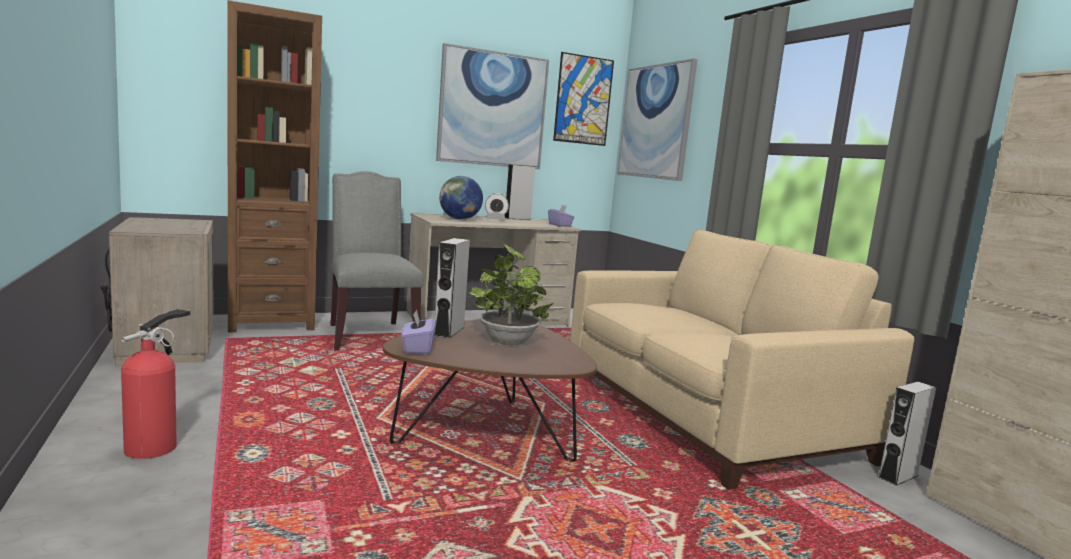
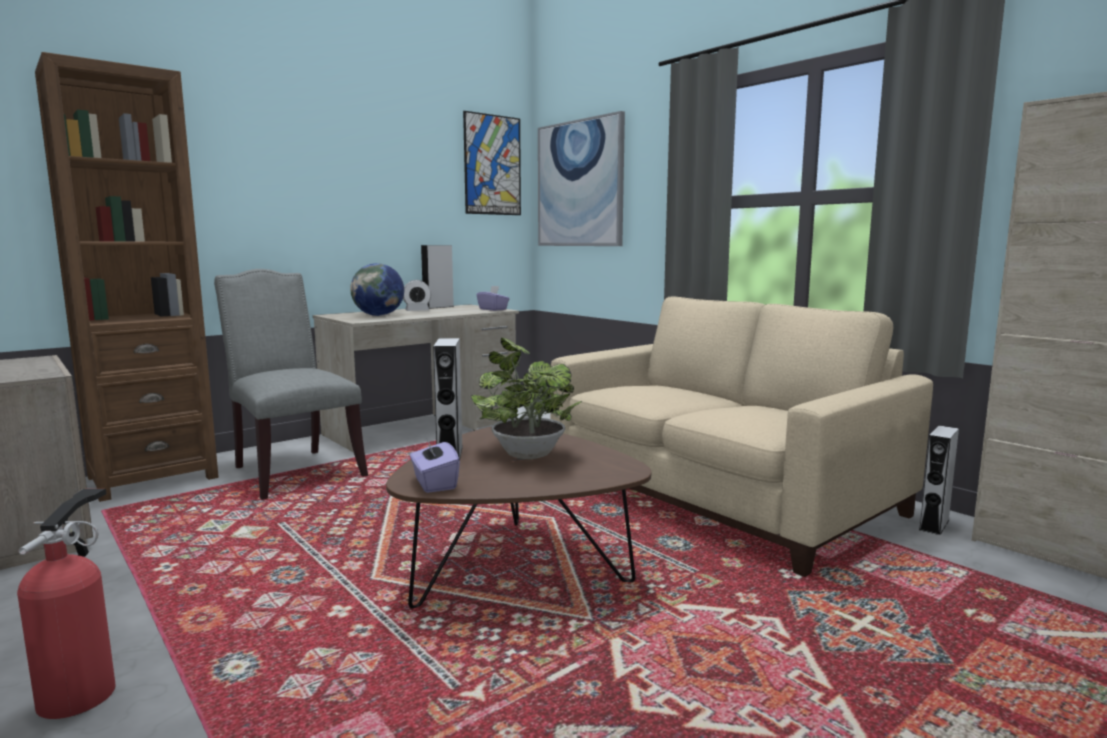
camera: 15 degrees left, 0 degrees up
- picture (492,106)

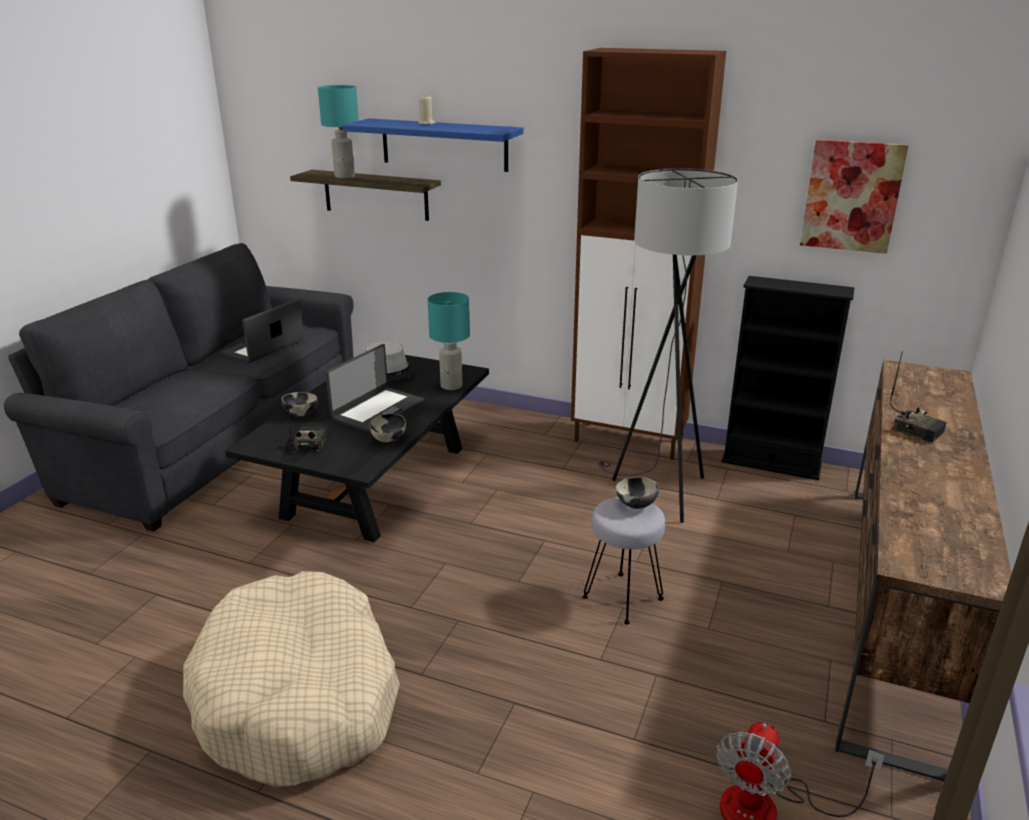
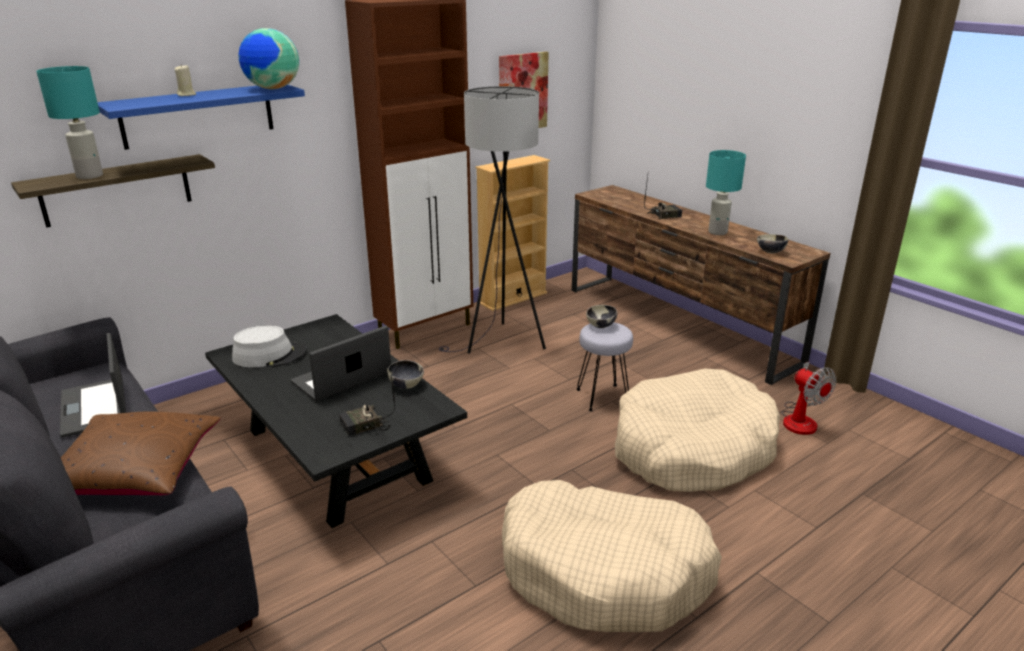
camera: 60 degrees left, 0 degrees up
~ bowl (300,404) to (773,243)
~ radio (307,427) = (367,399) 60 degrees counterclockwise
~ laptop (374,388) = (341,363) 105 degrees counterclockwise
~ turquoise table lamp (449,341) to (726,192)
~ black bookcase (788,378) to beige bookcase (513,233)
+ brown pillow (141,453)
+ globe (268,58)
+ beige dog bed (697,430)

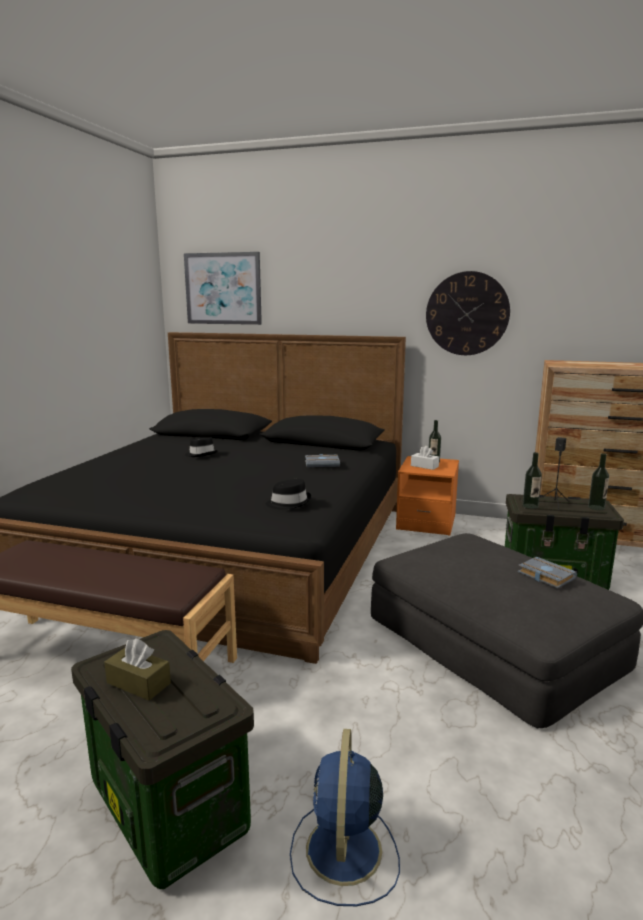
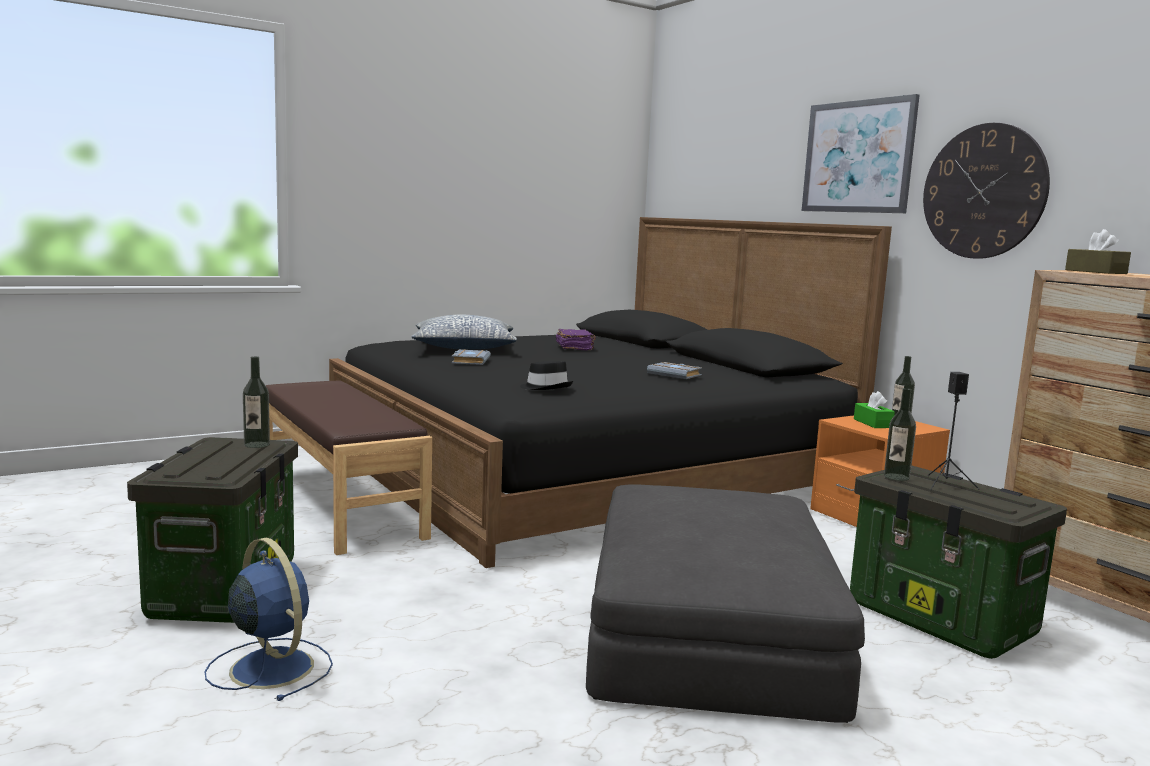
camera: 40 degrees right, 5 degrees down
~ brown tissue box (137,669) to (1098,251)
~ picture (223,288) to (861,153)
~ black hat (201,447) to purple book (576,339)
~ blue fan (345,817) = (269,619) 90 degrees clockwise
~ white tissue box (425,458) to green tissue box (874,409)
~ grey book (547,572) to (471,357)
~ bottle (598,481) to (256,402)
+ pillow (464,332)

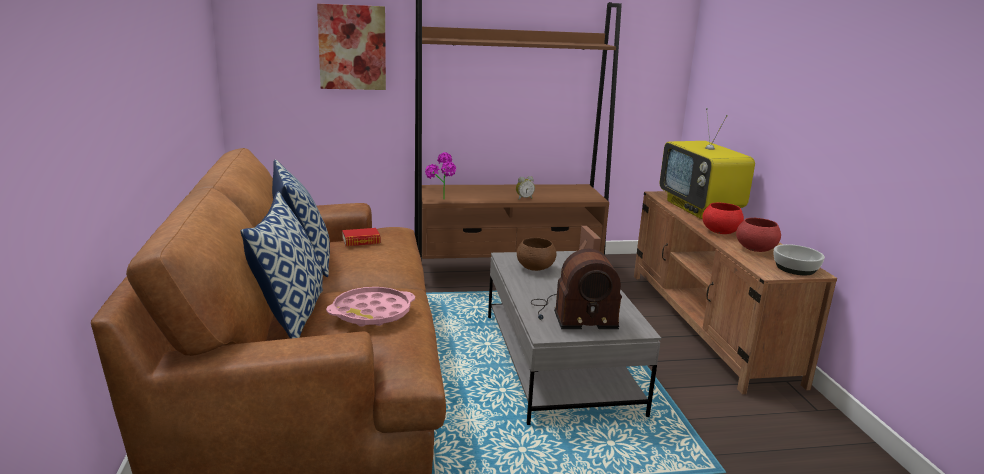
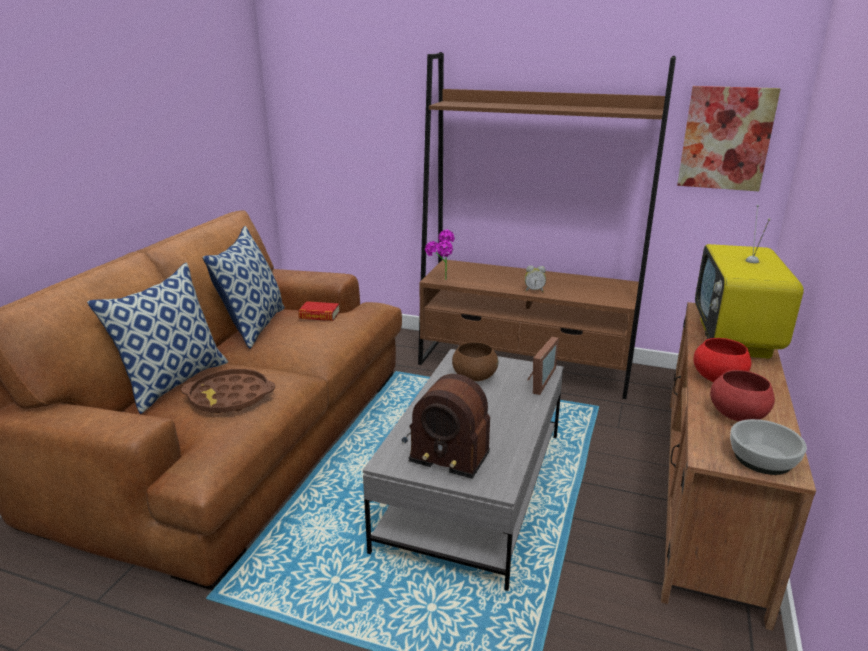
camera: 30 degrees right, 5 degrees up
~ picture (351,47) to (729,138)
~ pink tray (370,307) to brown tray (228,391)

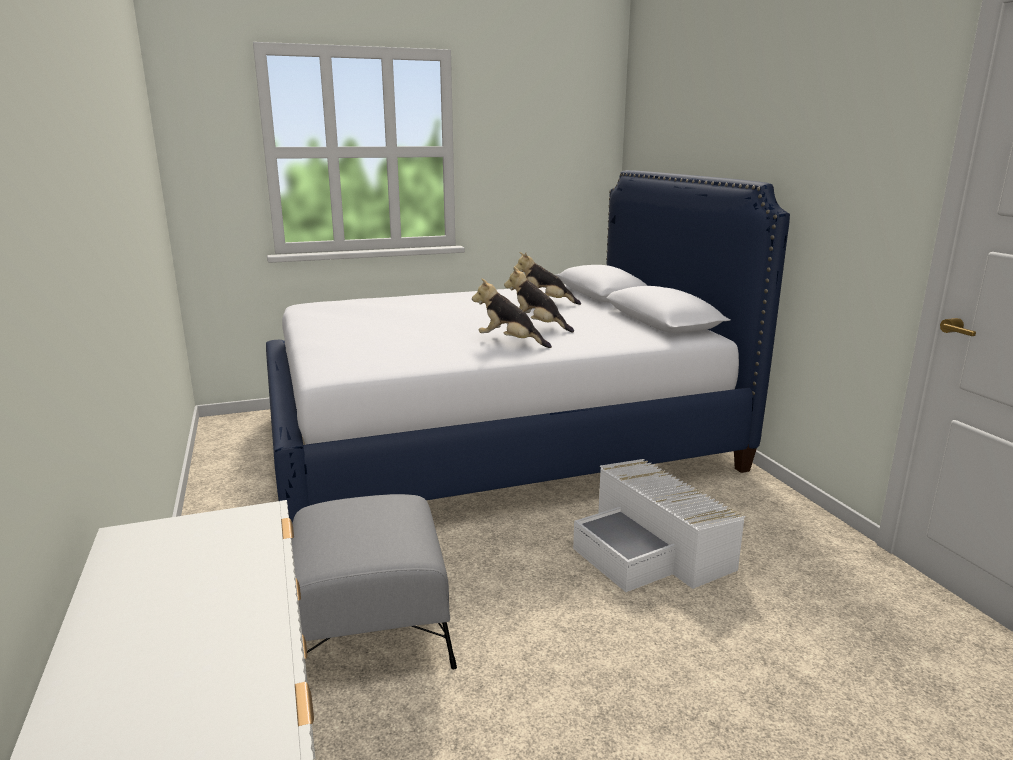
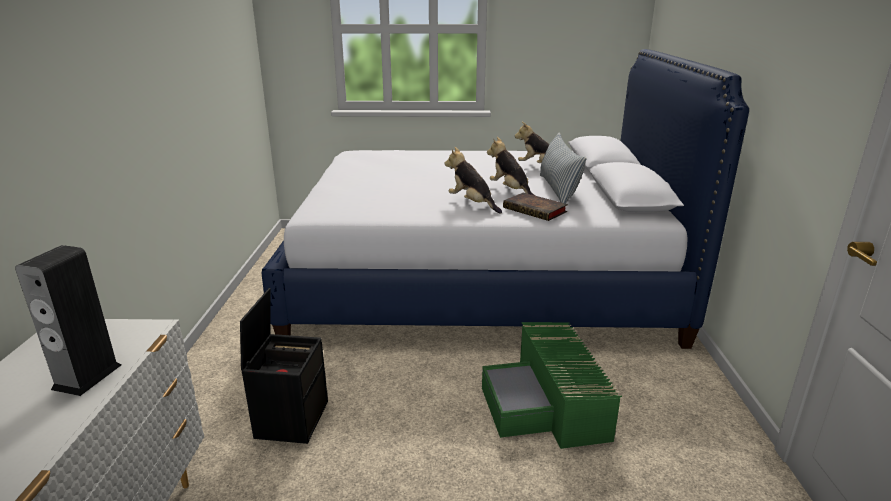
camera: 20 degrees right, 5 degrees up
~ grey ottoman (374,581) to black storage box (284,366)
~ white storage box (659,525) to green storage box (552,385)
+ speaker (68,320)
+ book (535,206)
+ pillow (563,168)

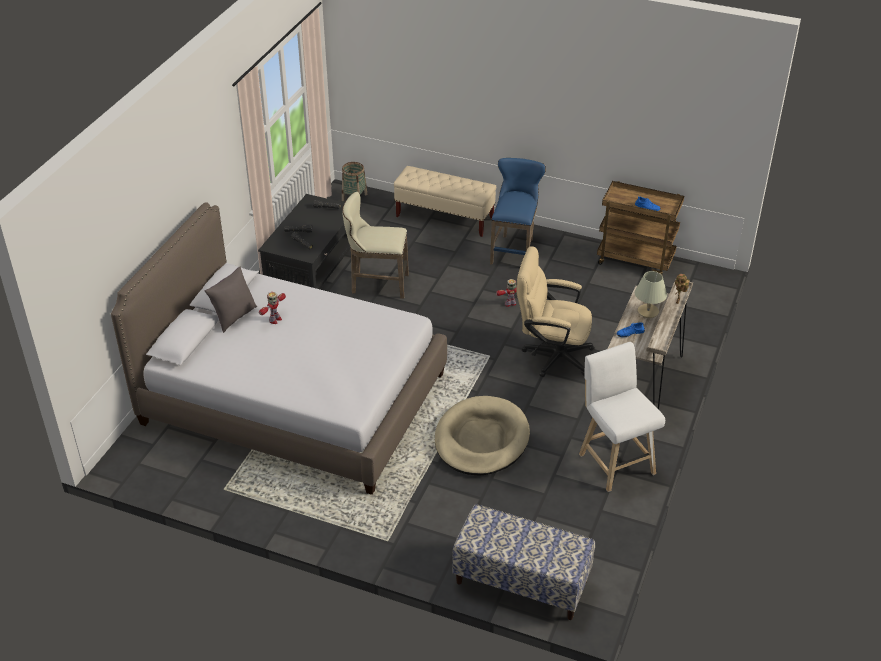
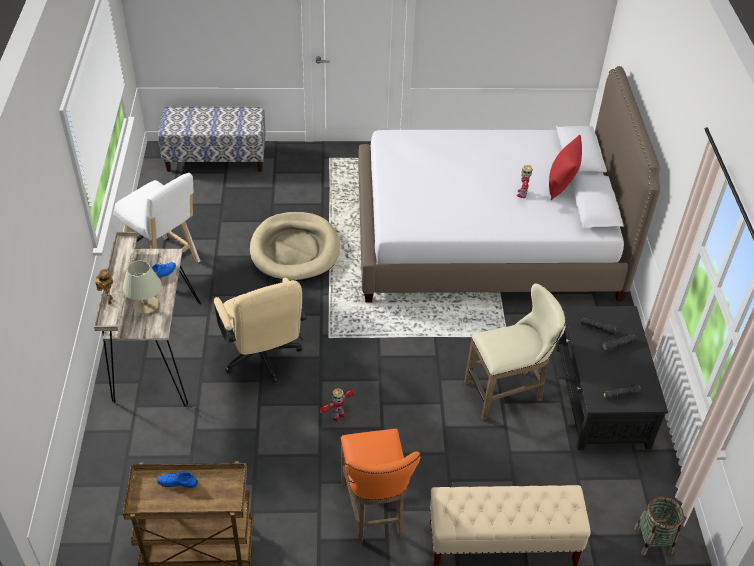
camera: 155 degrees right, 5 degrees up
~ grey pillow (231,300) to red pillow (565,167)
~ blue stool (518,211) to orange stool (381,486)
~ beige office chair (556,311) = (260,330) 75 degrees clockwise

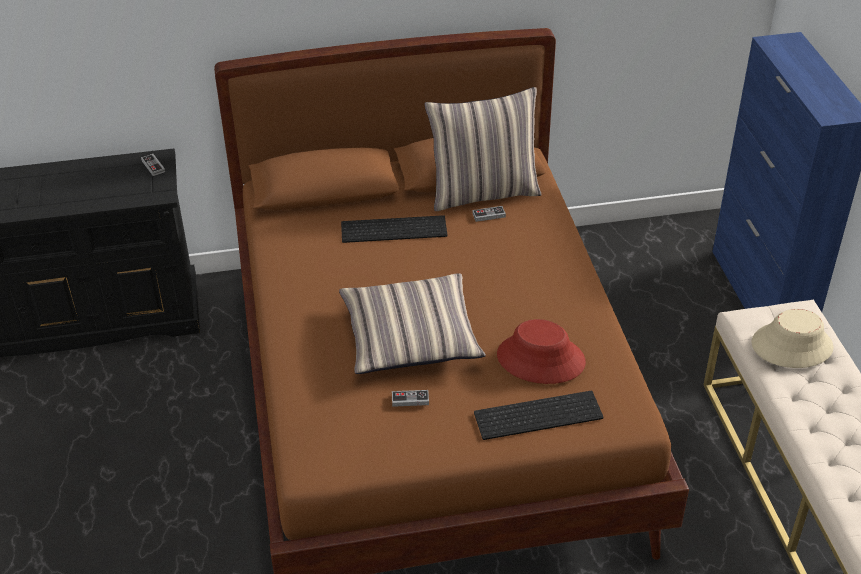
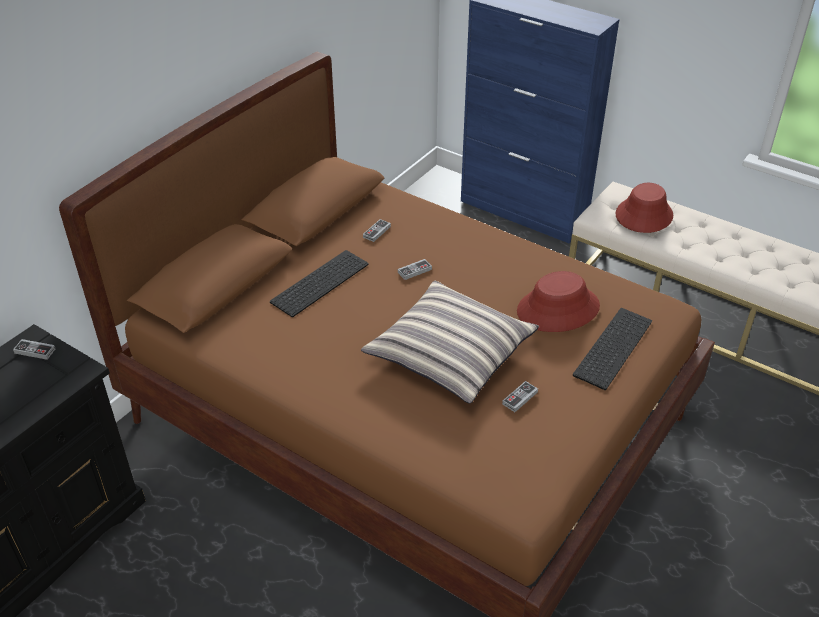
camera: 45 degrees left, 0 degrees up
- pillow (483,149)
~ beige hat (792,338) to red hat (644,208)
+ game controller (415,269)

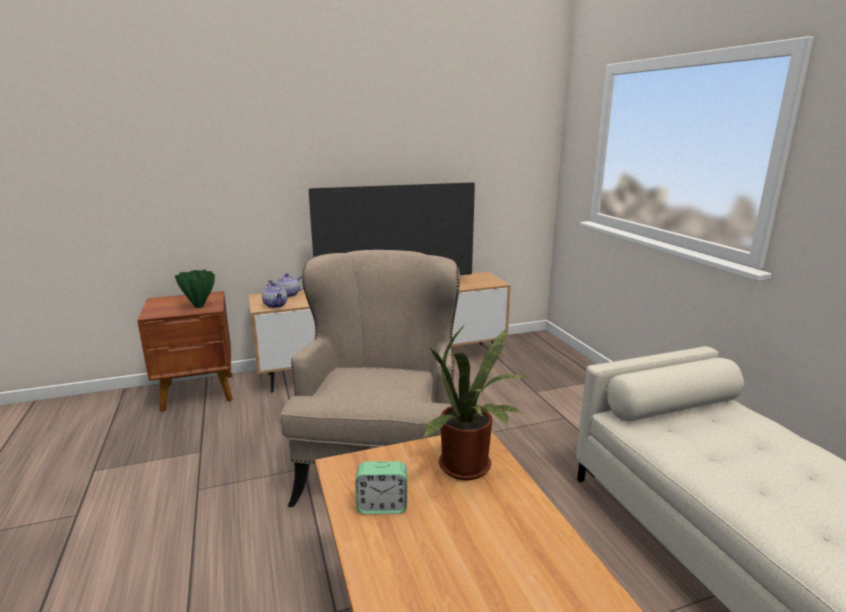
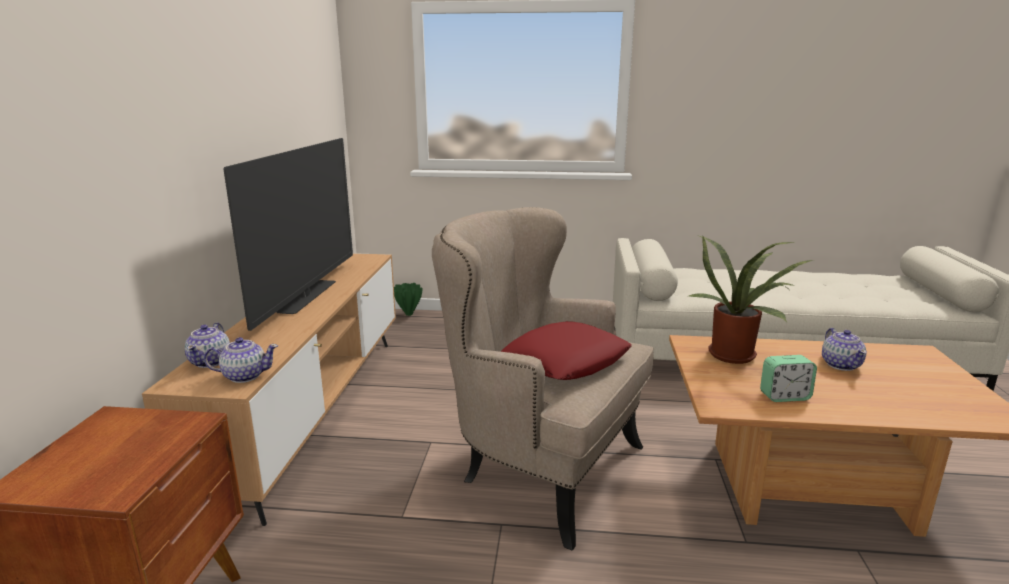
camera: 65 degrees left, 0 degrees up
~ green vase (195,289) to (408,299)
~ alarm clock (381,487) = (788,378) 60 degrees clockwise
+ red pillow (566,350)
+ teapot (844,349)

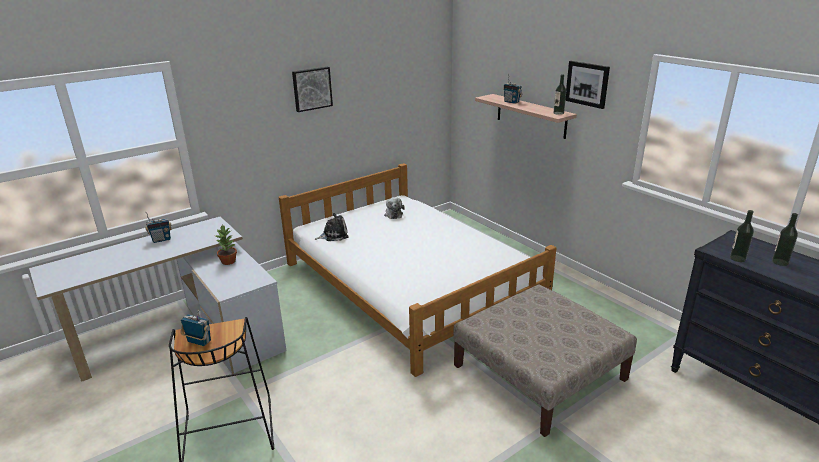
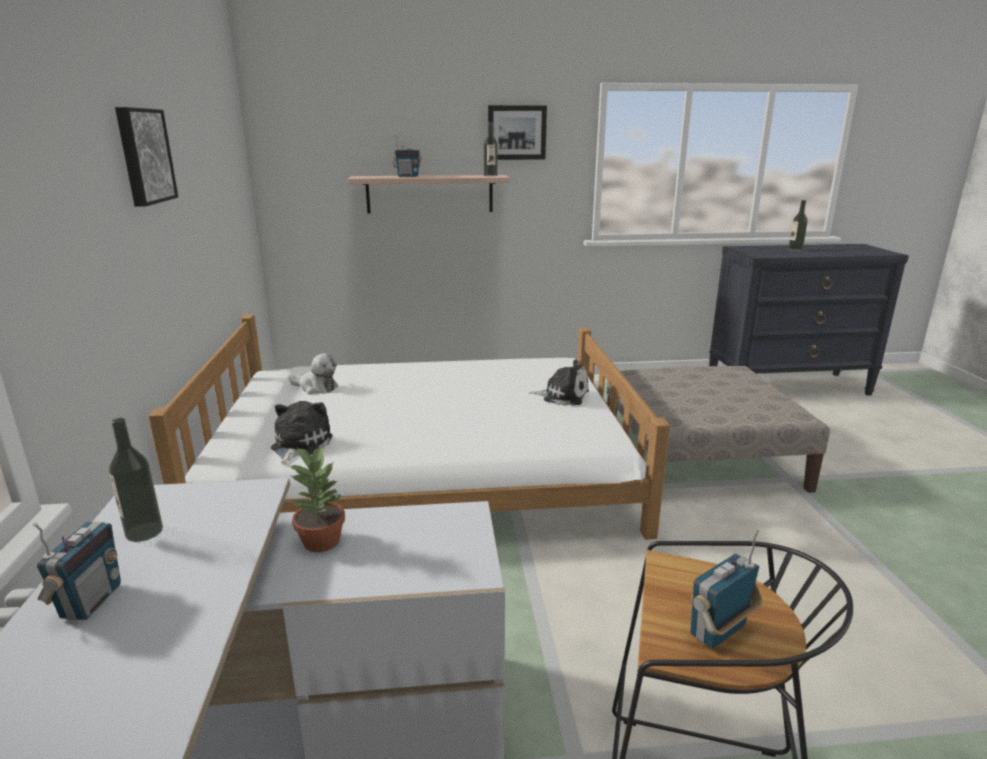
camera: 60 degrees left, 5 degrees down
~ bottle (742,236) to (136,480)
+ plush toy (559,382)

